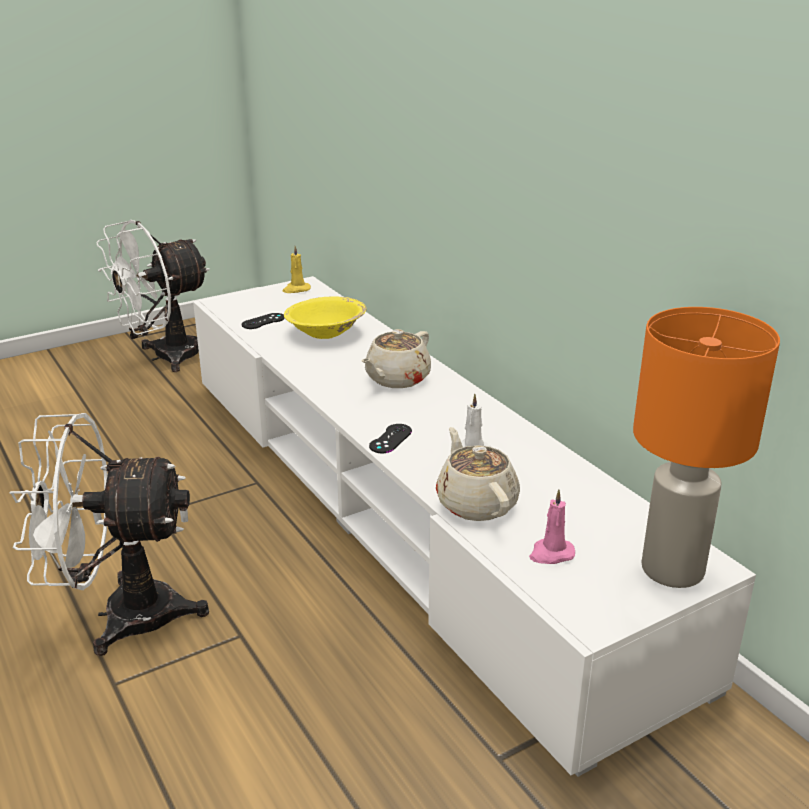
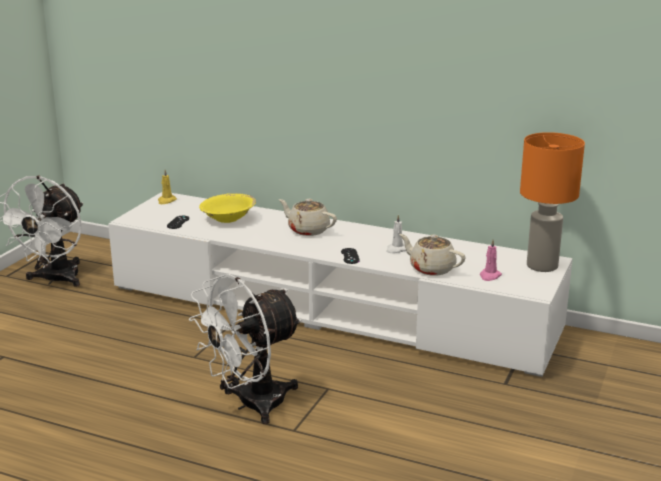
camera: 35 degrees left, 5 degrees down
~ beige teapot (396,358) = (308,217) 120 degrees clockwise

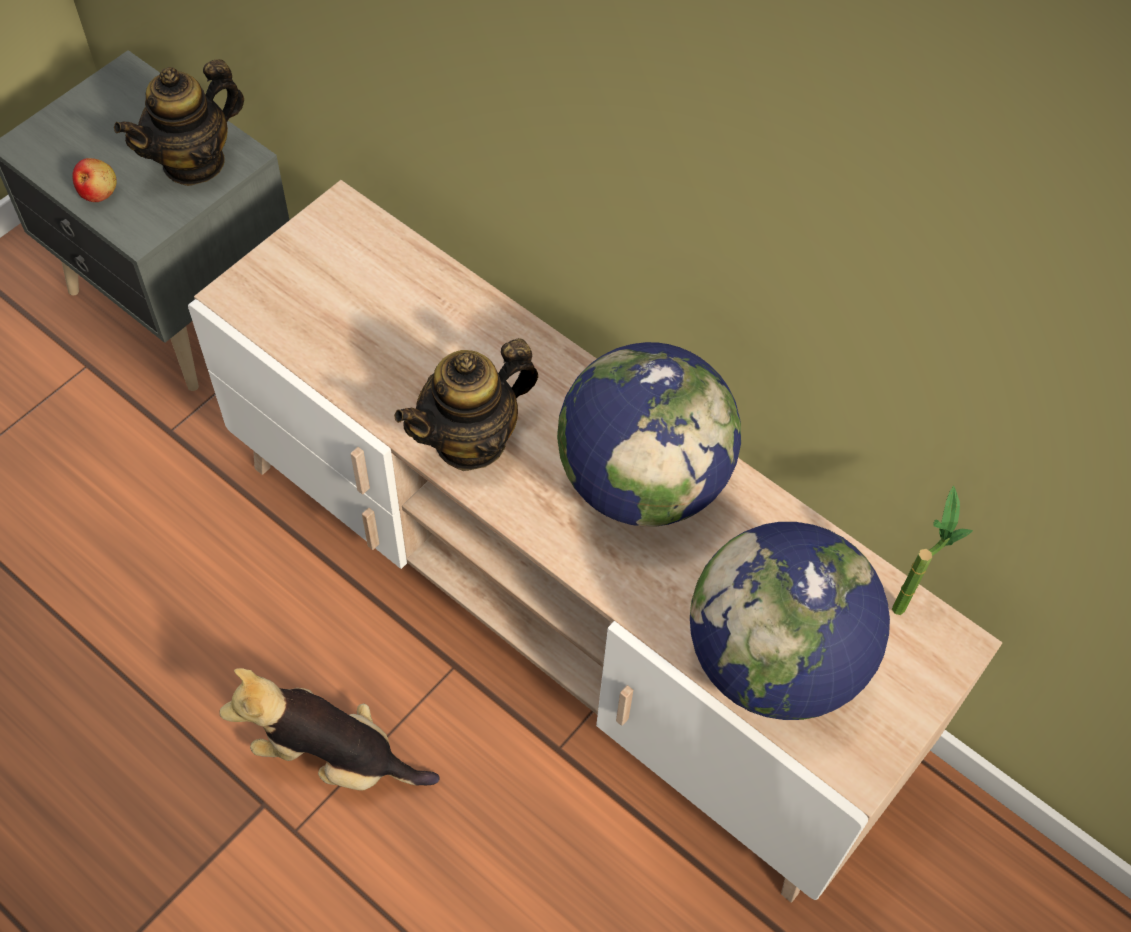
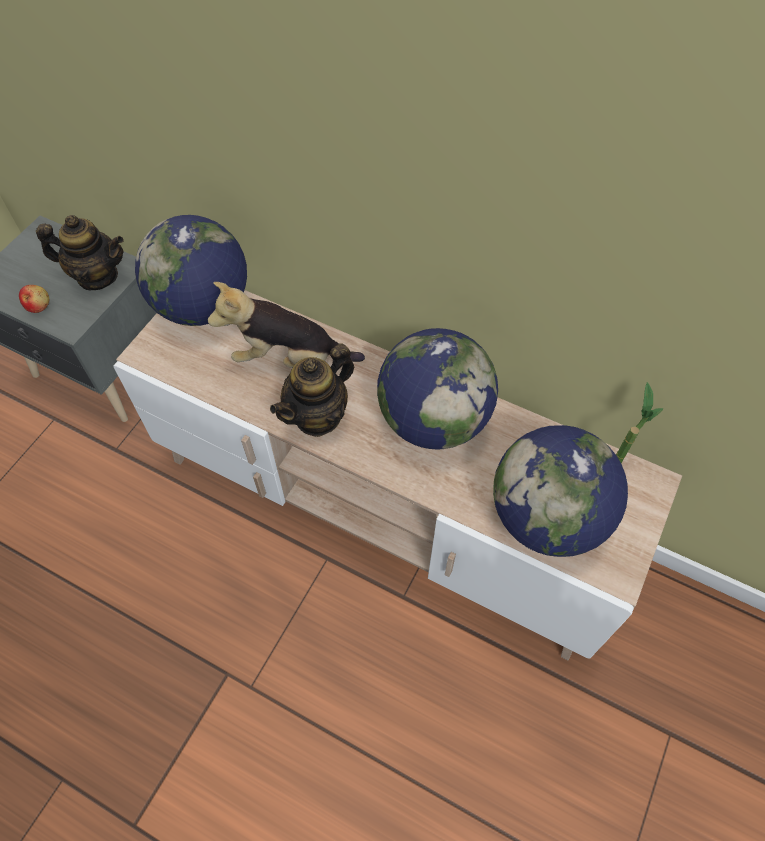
camera: 10 degrees left, 0 degrees up
~ teapot (179,122) = (80,252) 120 degrees counterclockwise
~ plush toy (329,729) to (286,325)
+ globe (191,270)

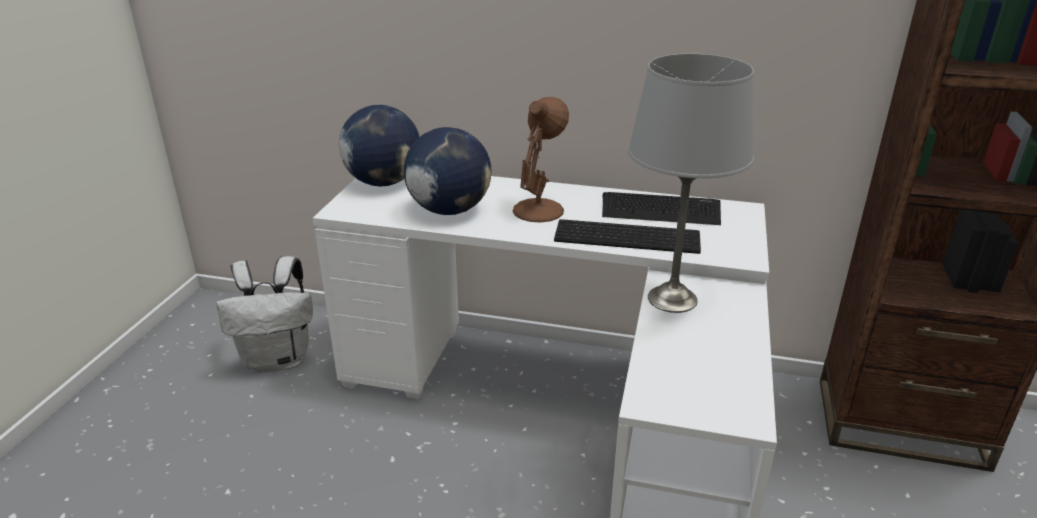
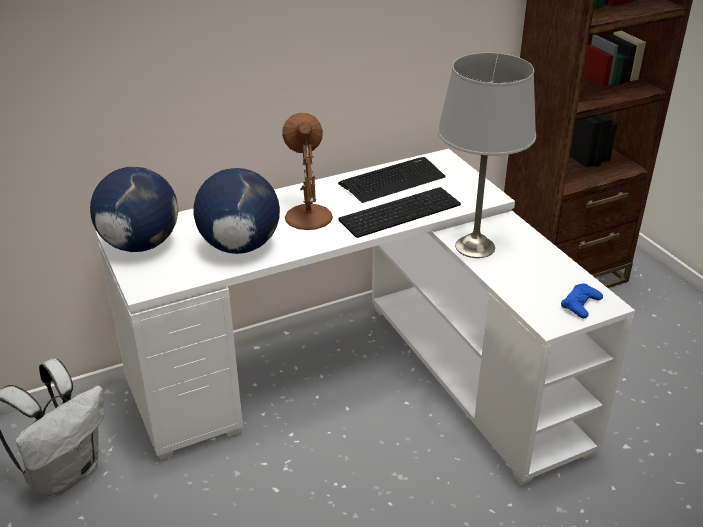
camera: 40 degrees left, 5 degrees up
+ blue game controller (582,300)

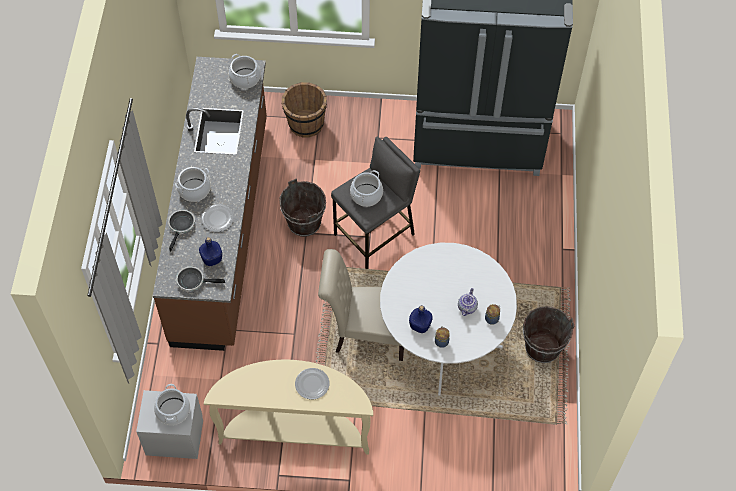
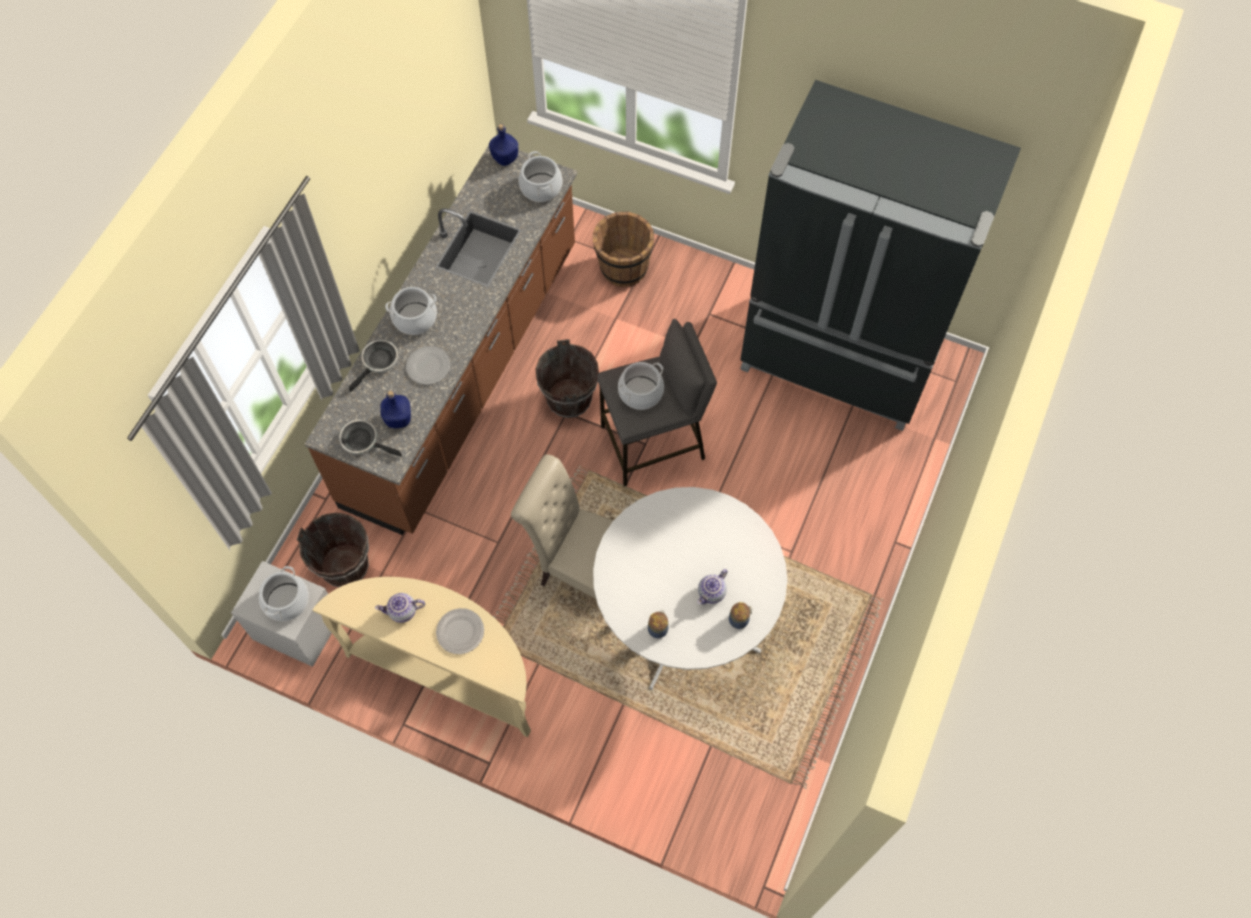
camera: 20 degrees right, 5 degrees up
~ blue bottle (421,319) to (503,145)
~ brown bucket (549,334) to (333,549)
+ teapot (400,608)

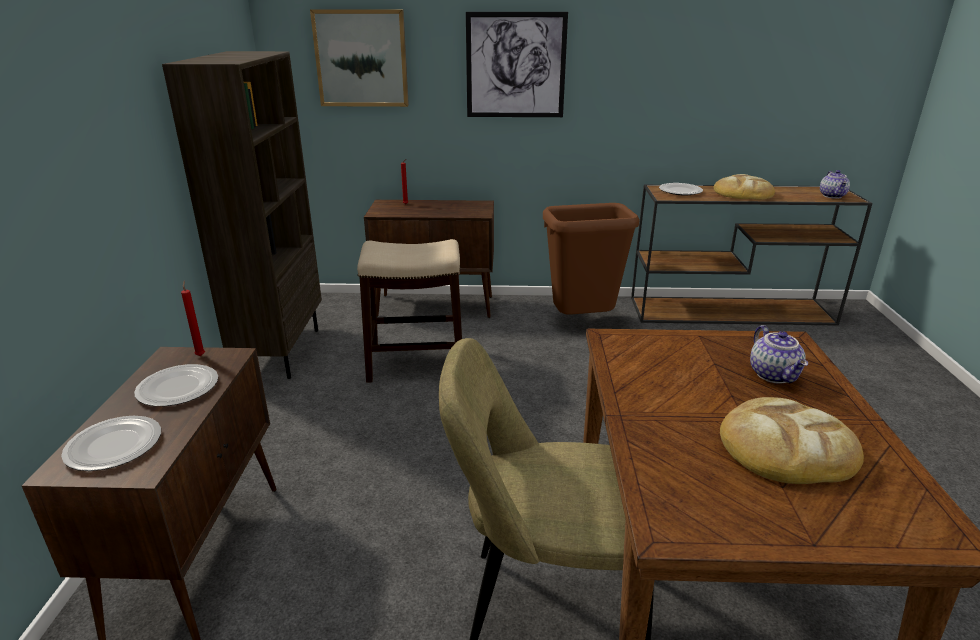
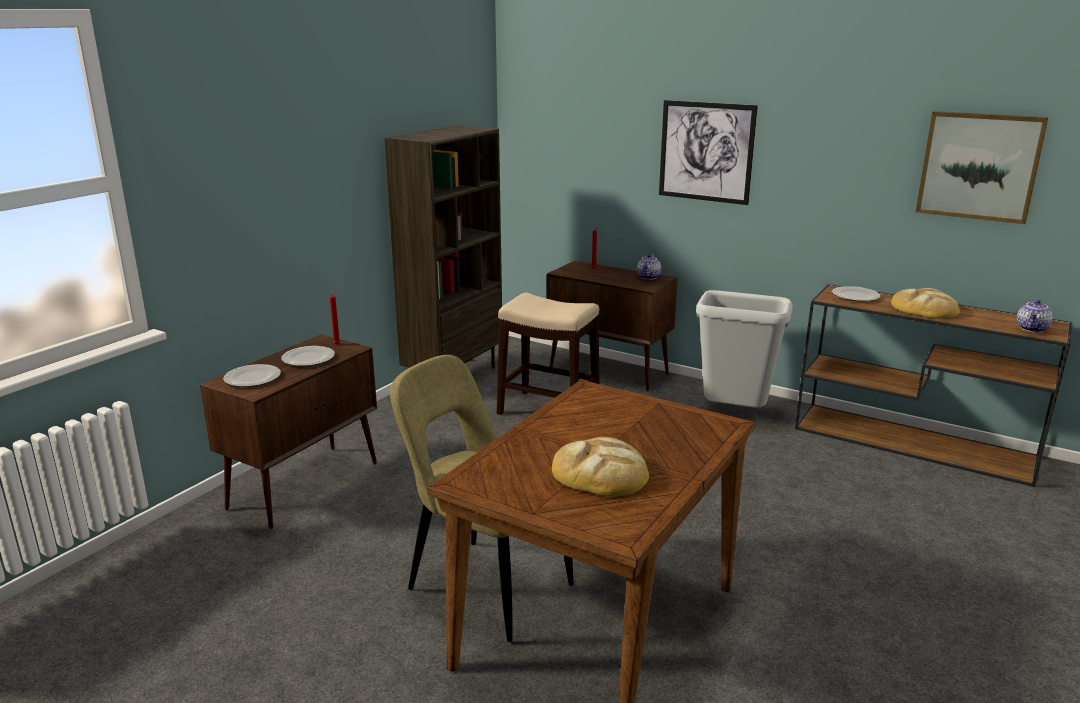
camera: 30 degrees right, 5 degrees down
~ picture (359,58) to (982,167)
~ brown trash can (591,259) to grey trash can (744,349)
~ teapot (779,354) to (649,267)

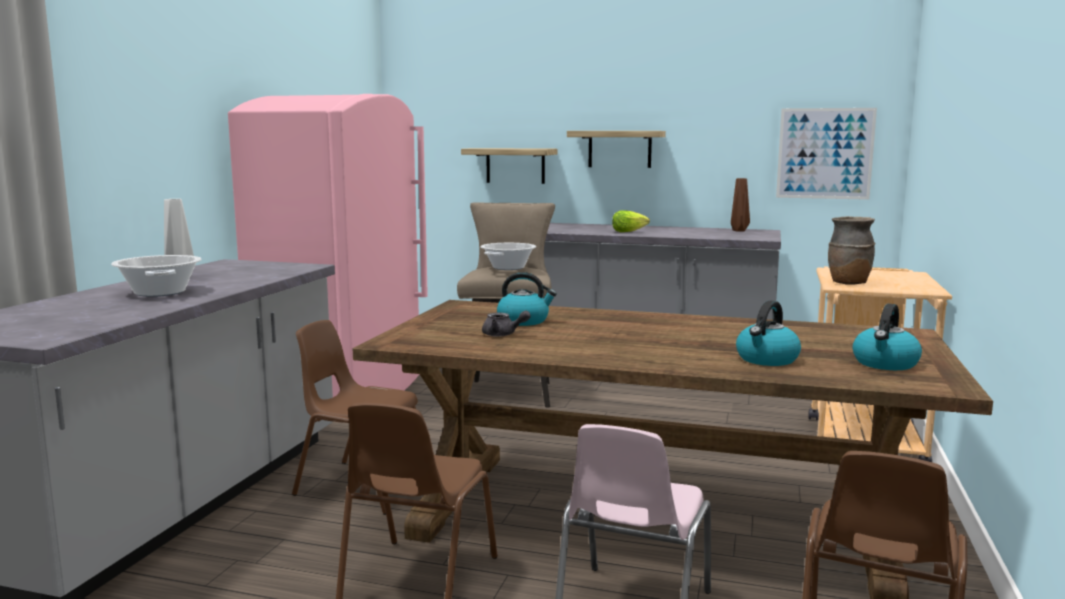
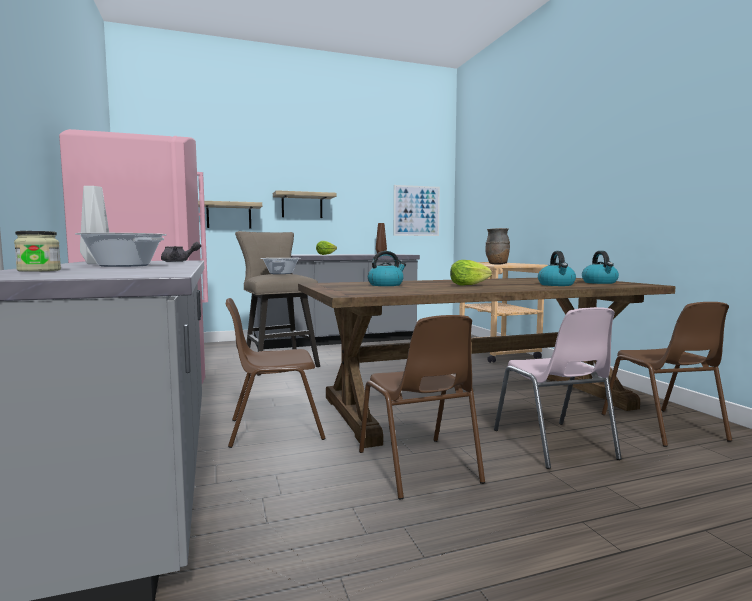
camera: 35 degrees left, 5 degrees down
~ grey teapot (506,324) to (181,252)
+ jar (37,251)
+ lettuce (471,272)

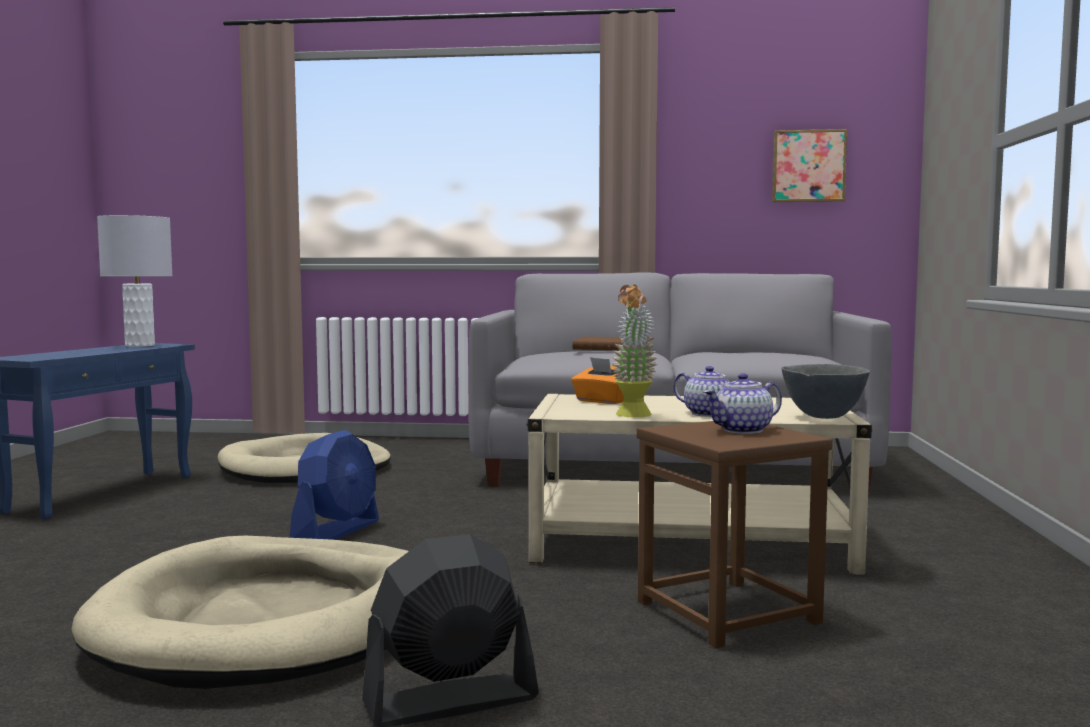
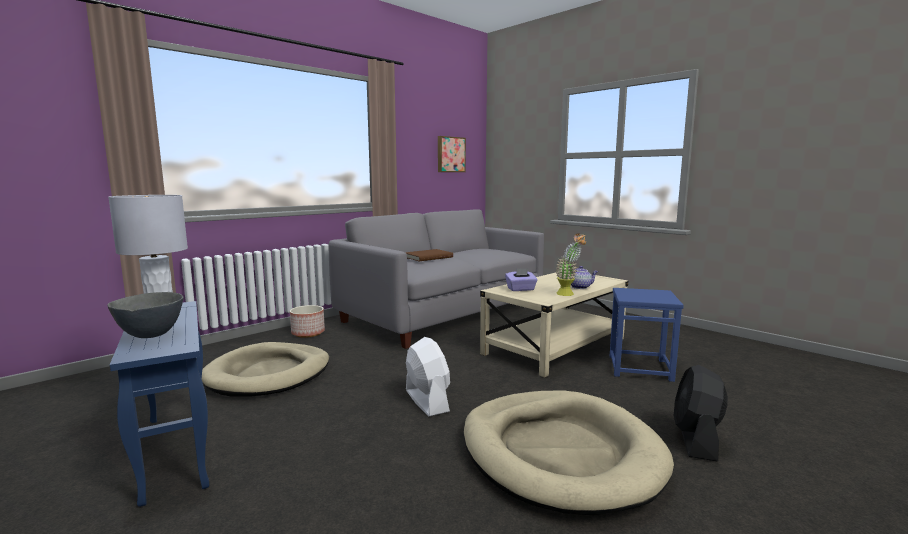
camera: 50 degrees left, 5 degrees up
~ blue fan (334,485) to white fan (428,376)
~ orange tissue box (597,380) to purple tissue box (521,279)
~ brown stool (734,534) to blue stool (647,335)
- teapot (742,403)
~ grey bowl (826,391) to (145,315)
+ planter (307,321)

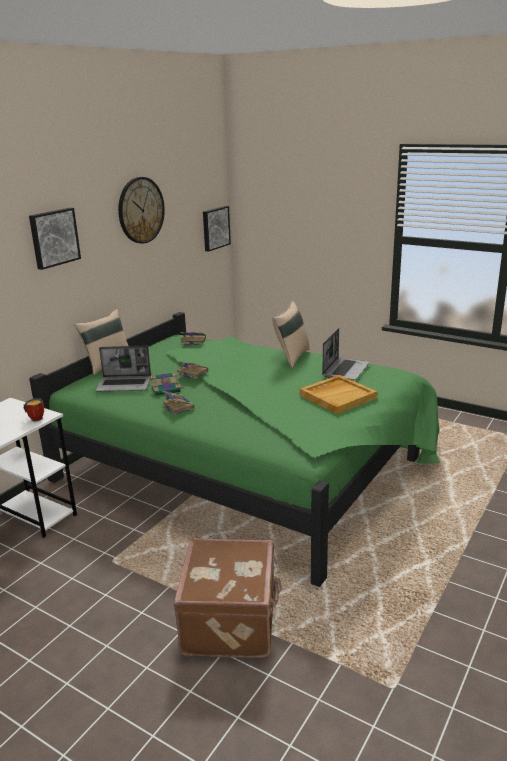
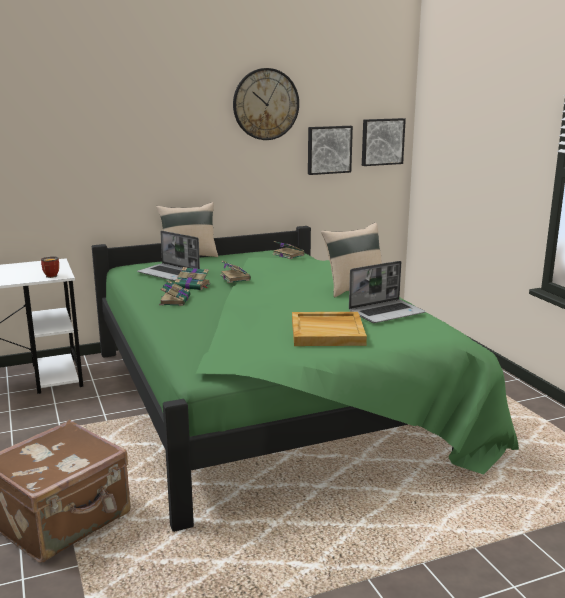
camera: 35 degrees right, 5 degrees down
~ picture (55,239) to (330,150)

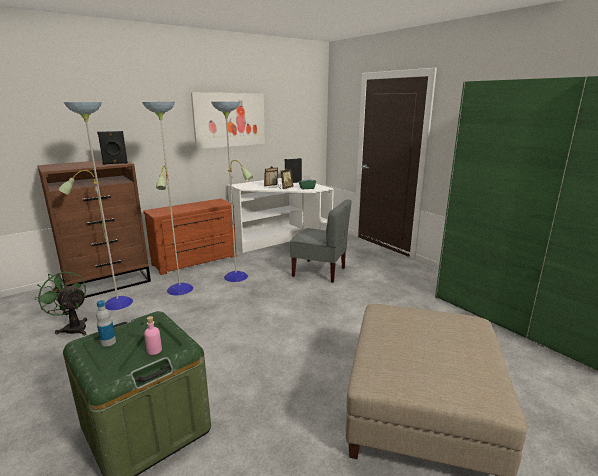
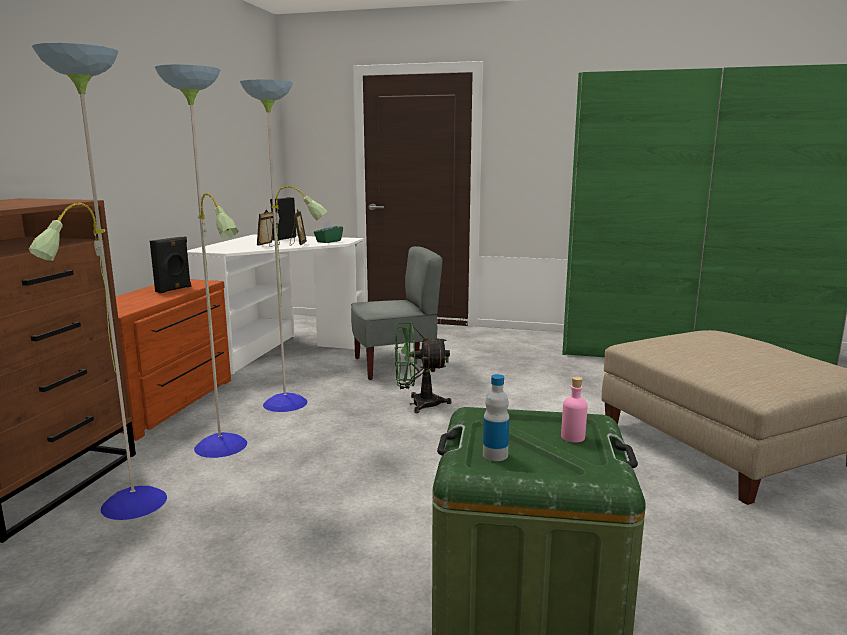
camera: 40 degrees left, 5 degrees down
~ green fan (60,303) to (423,367)
~ black speaker (112,148) to (170,265)
- picture (228,121)

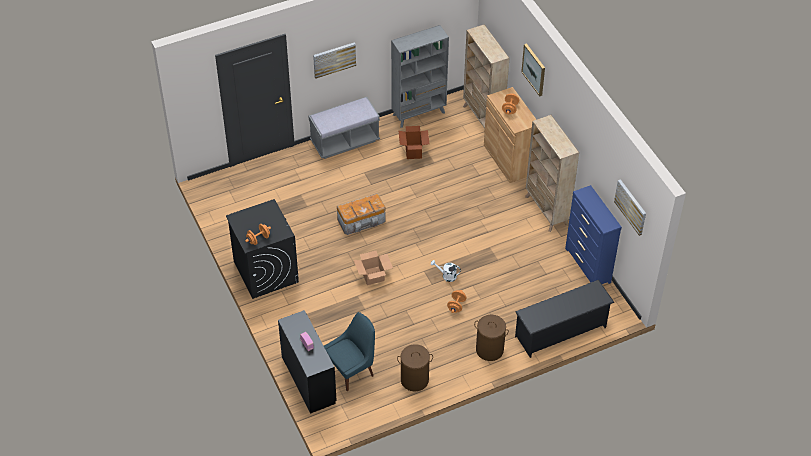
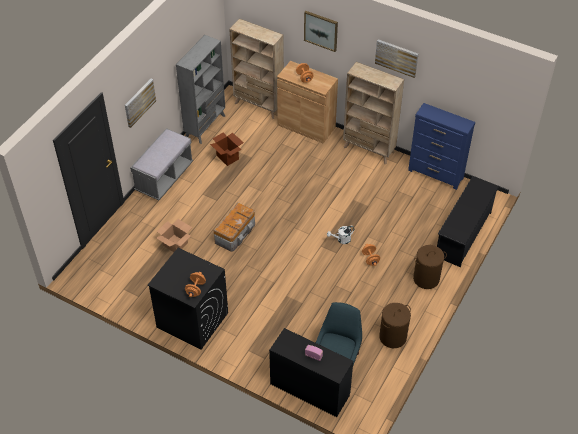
camera: 35 degrees left, 0 degrees up
~ cardboard box (373,268) to (174,235)
~ picture (630,207) to (396,58)

